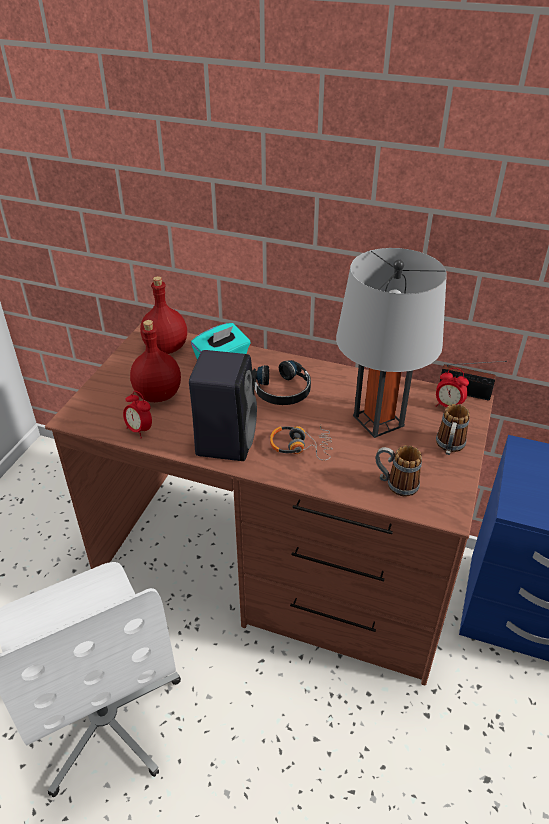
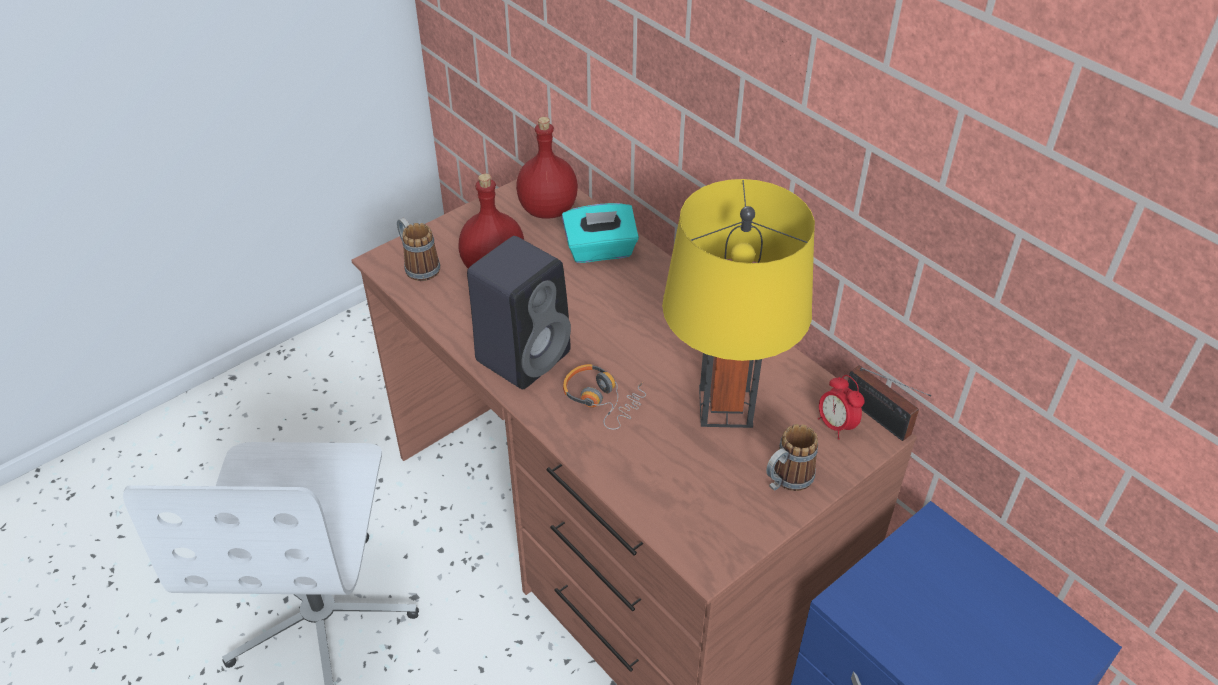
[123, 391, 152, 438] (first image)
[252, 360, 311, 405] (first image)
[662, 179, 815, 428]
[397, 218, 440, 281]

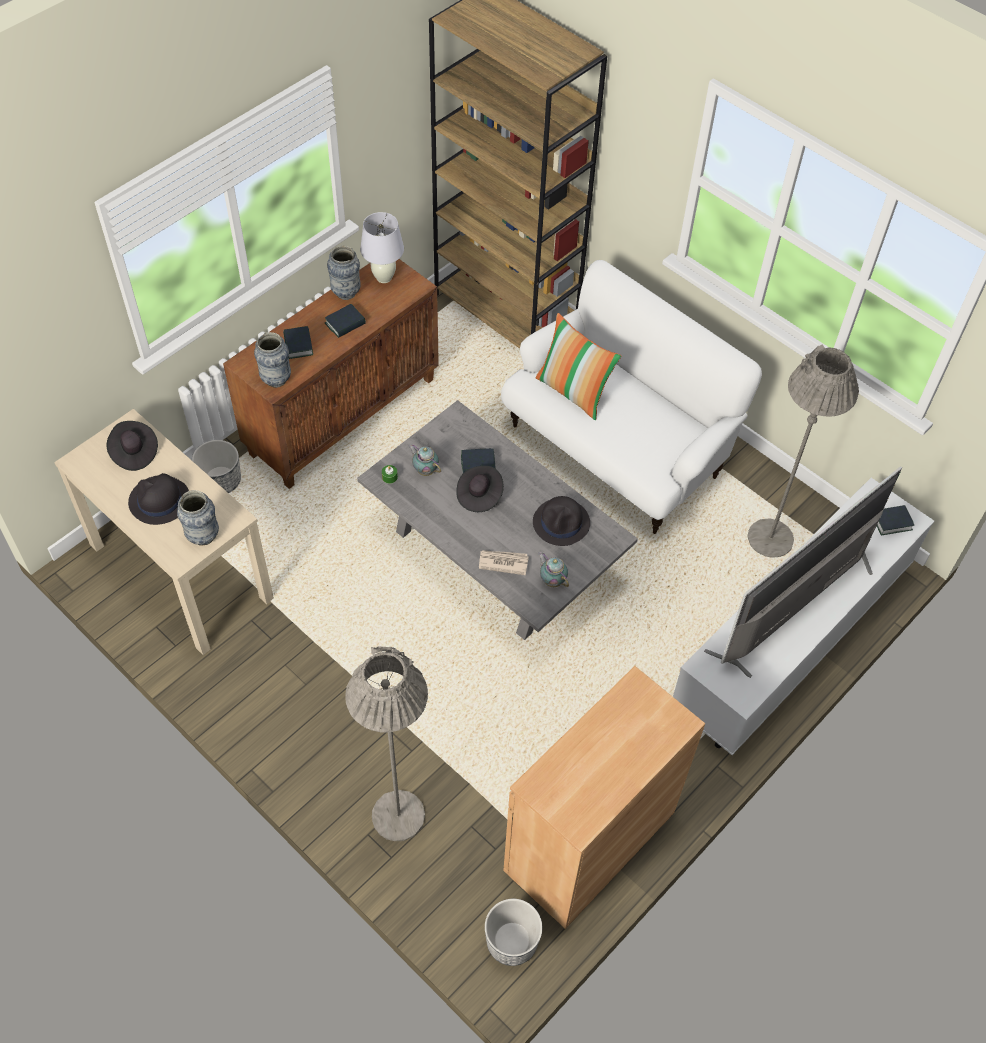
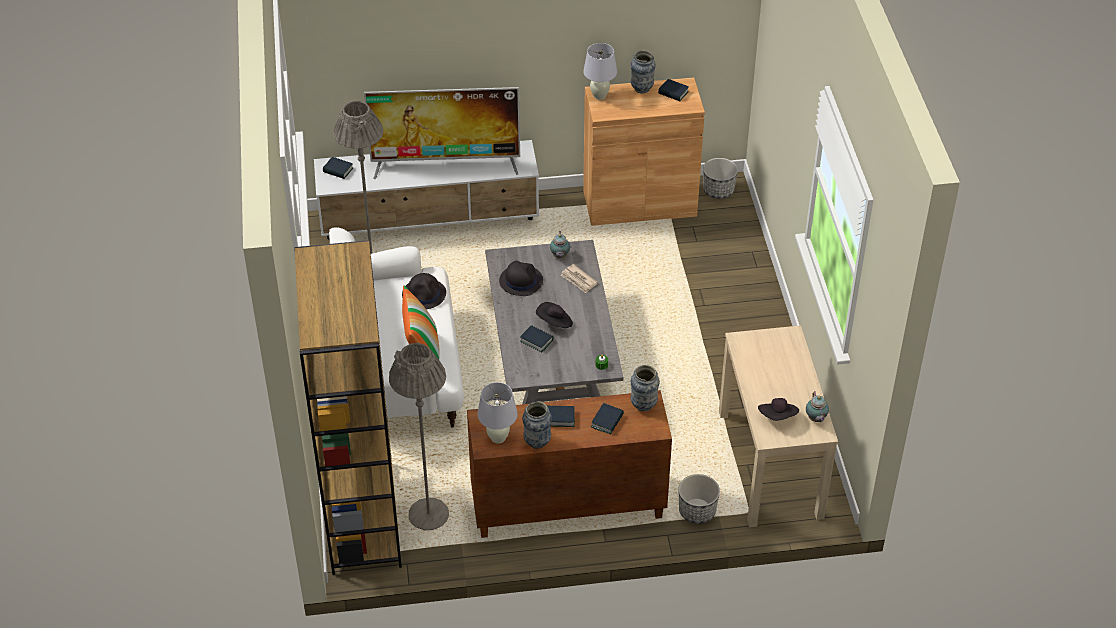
[402, 273, 446, 309]
[631, 50, 656, 94]
[389, 343, 449, 530]
[806, 391, 829, 422]
[583, 43, 617, 100]
[658, 79, 689, 101]

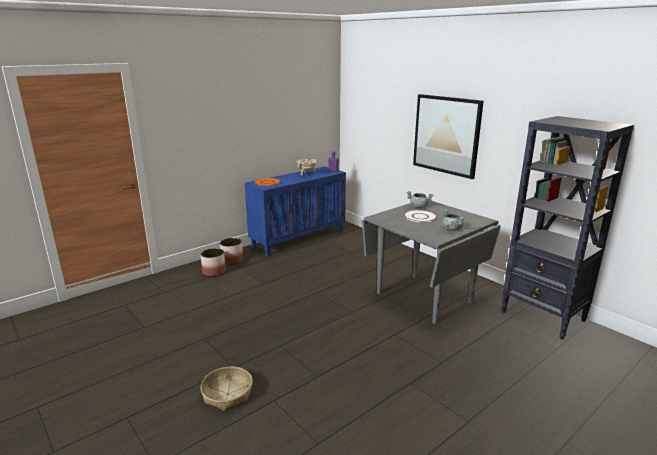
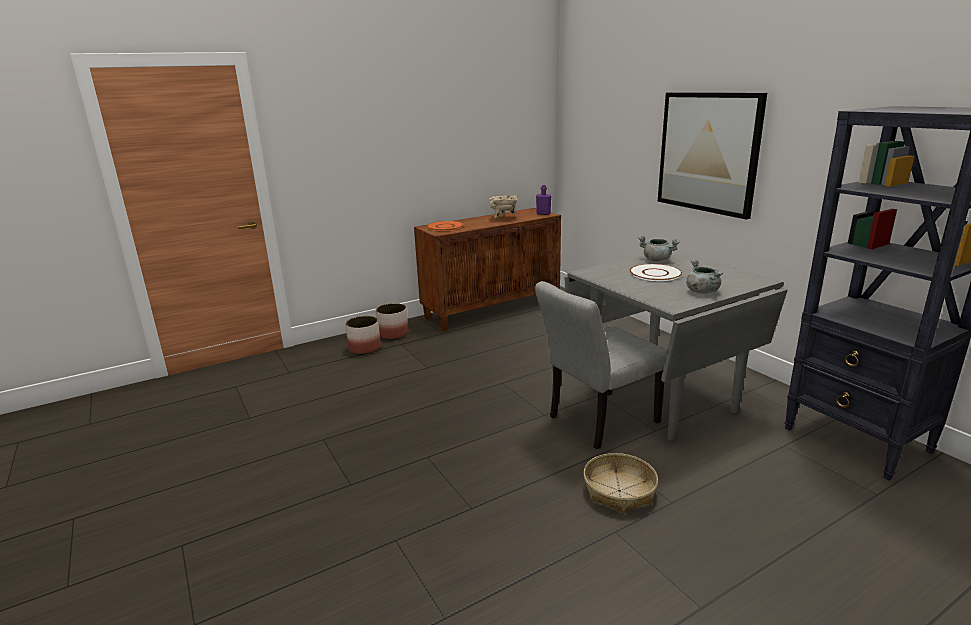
[583, 453, 658, 514]
[414, 208, 561, 331]
[535, 281, 667, 449]

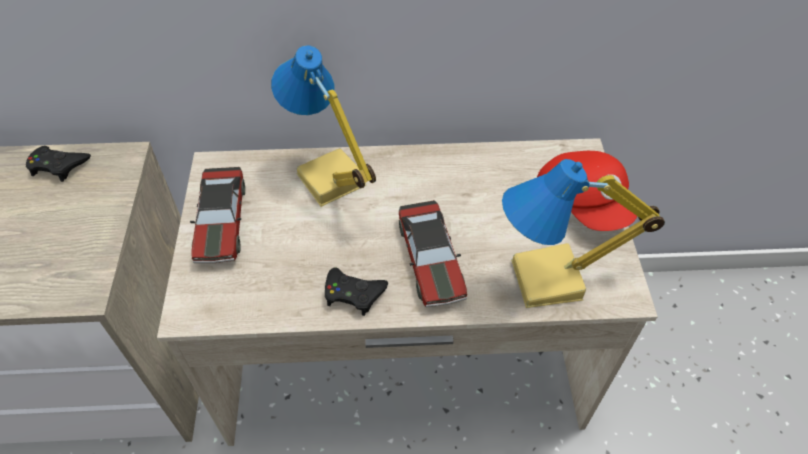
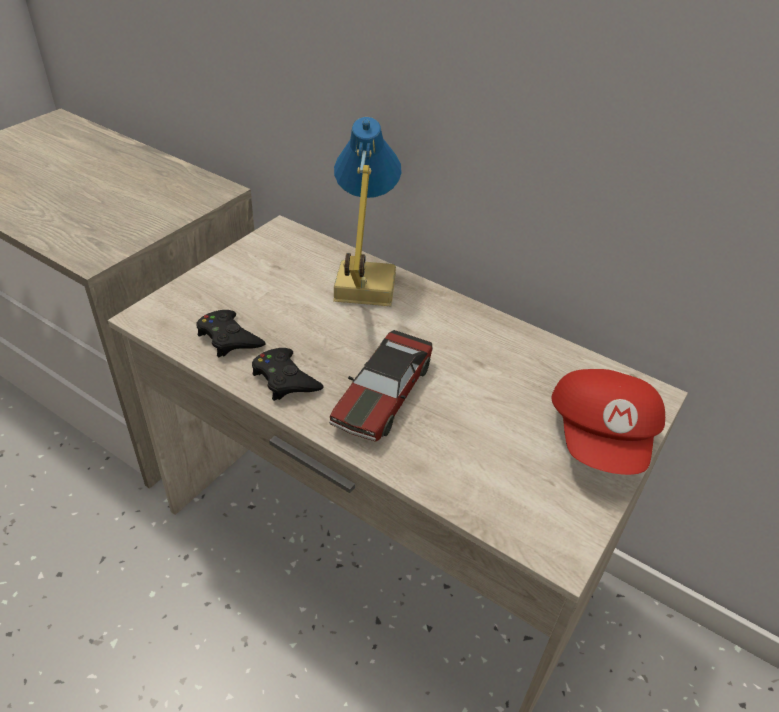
[196, 310, 266, 357]
[190, 167, 245, 263] (first image)
[502, 159, 665, 308] (first image)

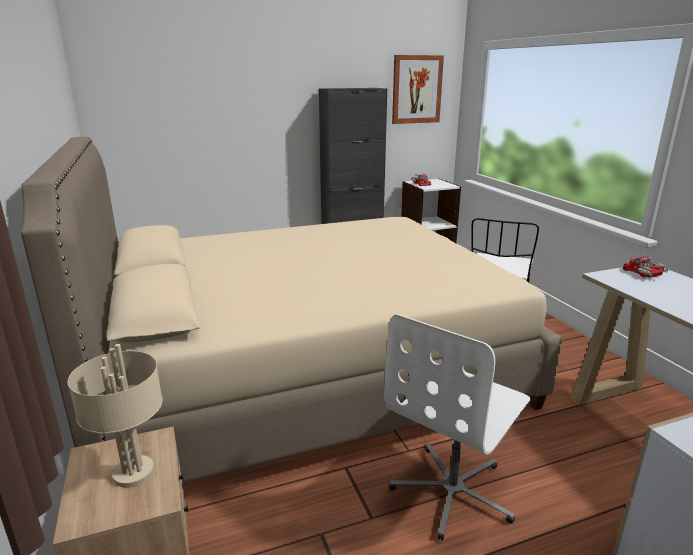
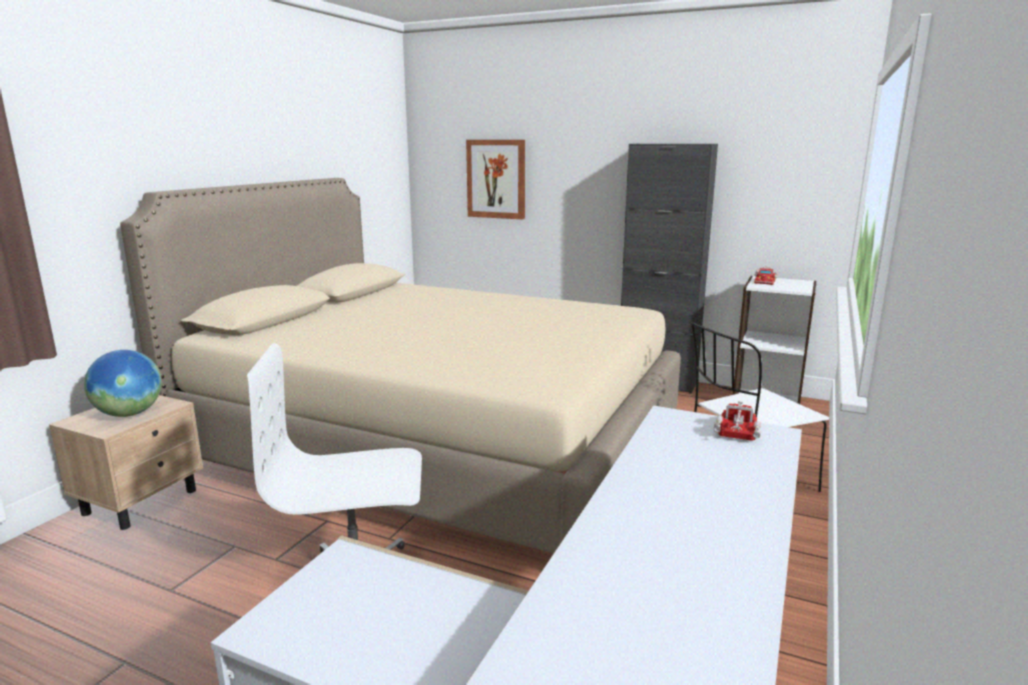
[84, 350, 162, 417]
[466, 140, 525, 220]

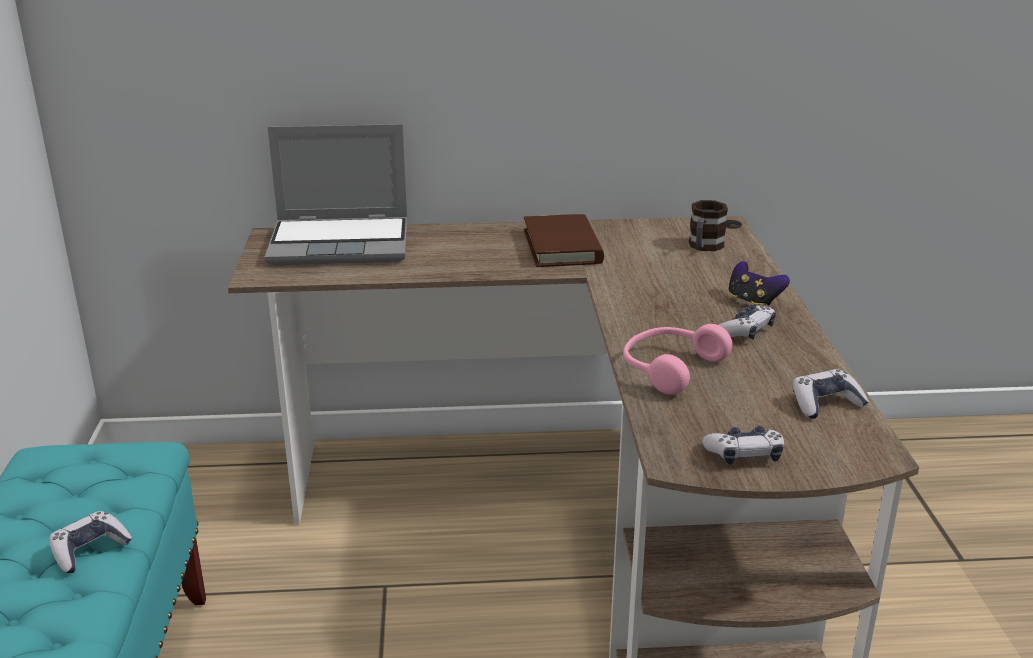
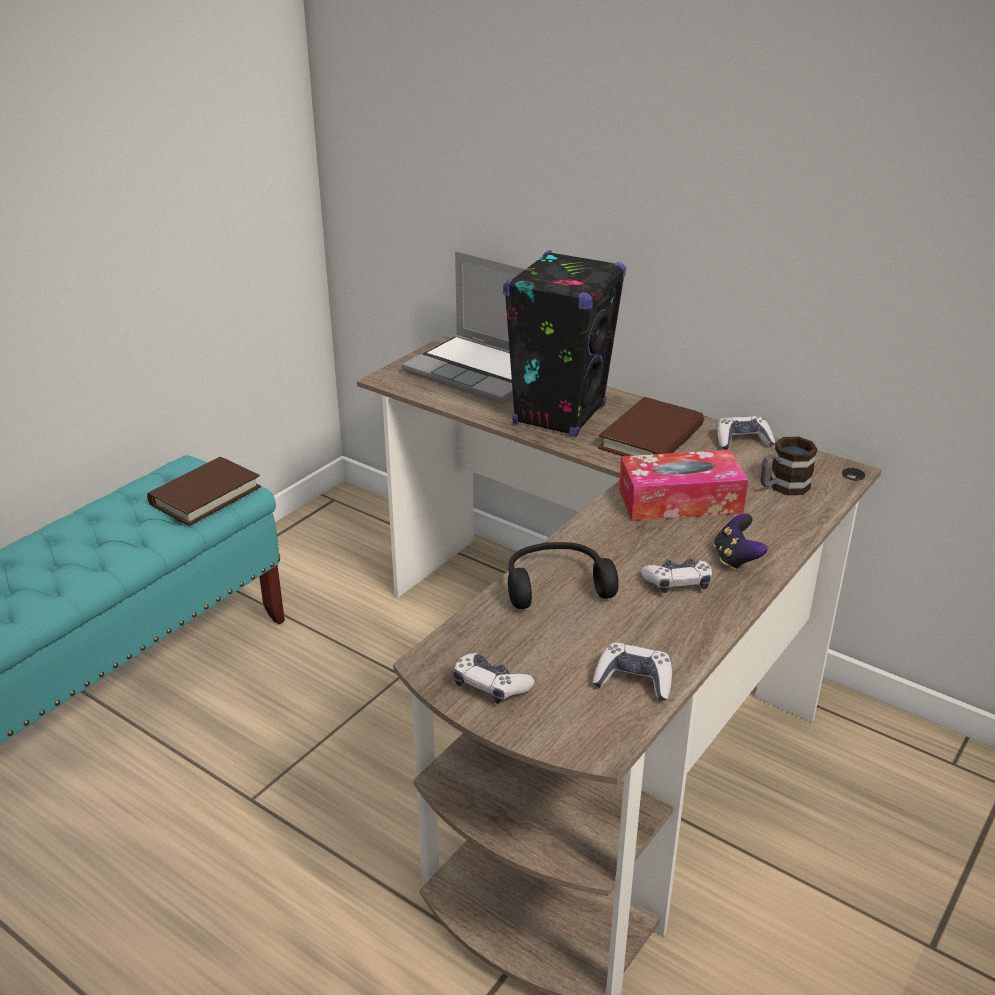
[718, 416, 775, 450]
[508, 542, 619, 609]
[147, 457, 261, 526]
[503, 250, 626, 437]
[619, 450, 748, 521]

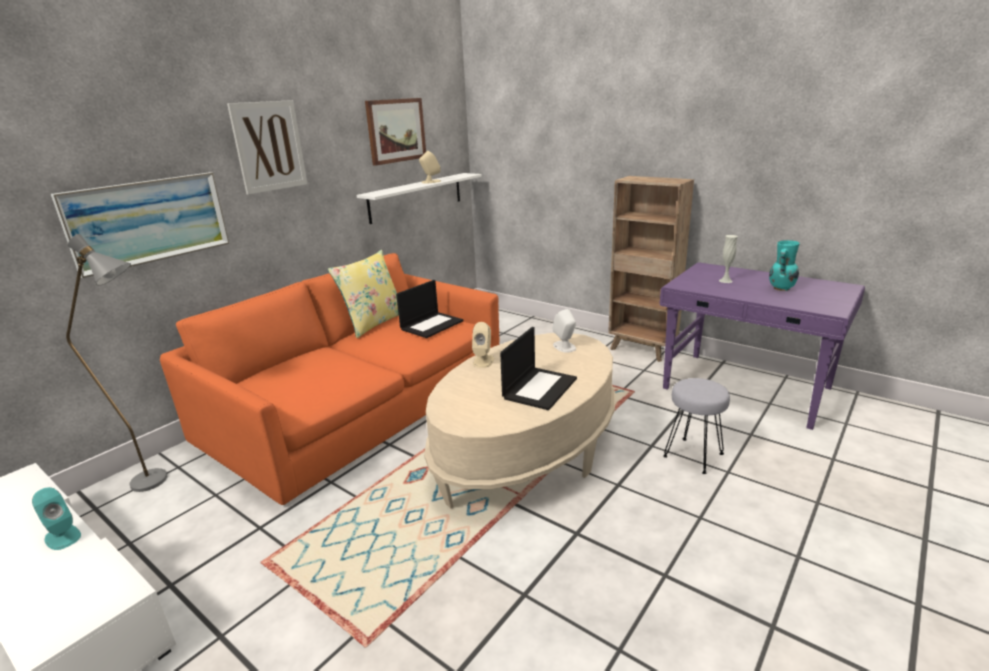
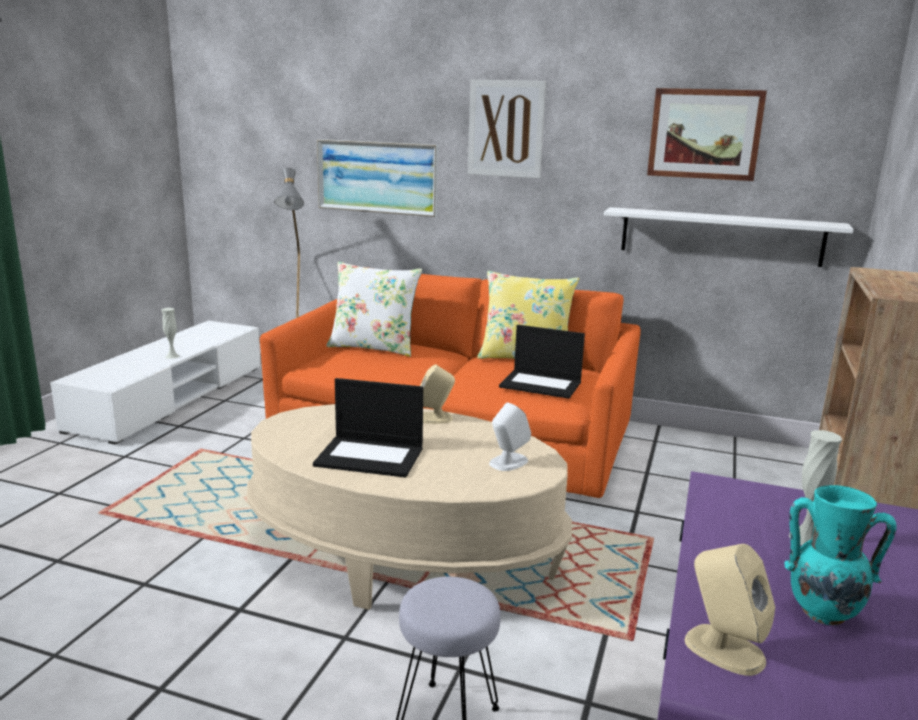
[162, 308, 180, 359]
[685, 544, 775, 676]
[326, 262, 422, 357]

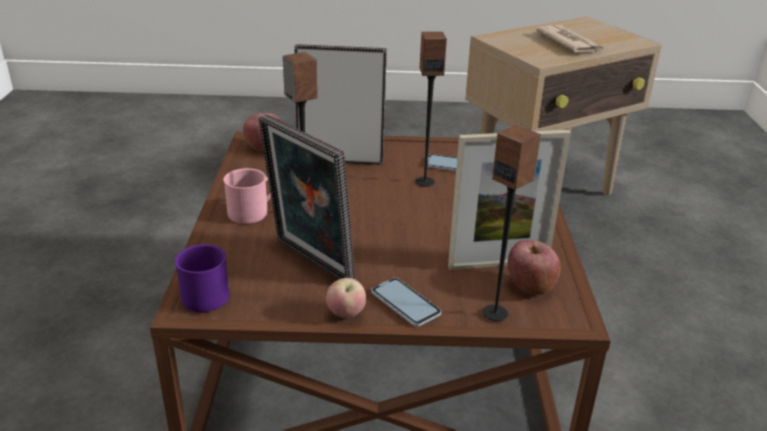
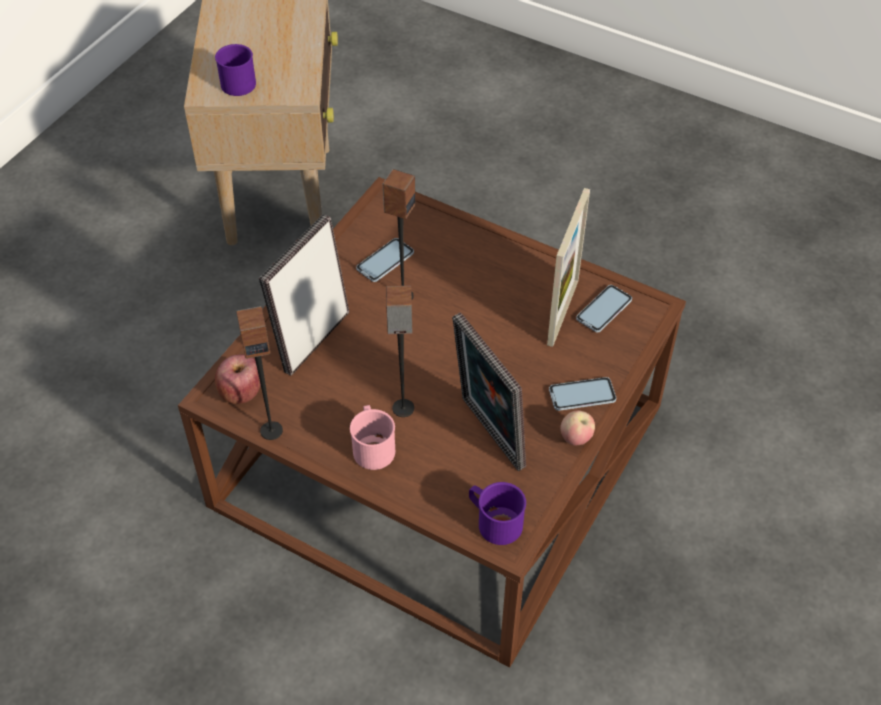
[452, 312, 526, 471]
[236, 306, 283, 440]
[576, 285, 632, 332]
[536, 25, 605, 52] (first image)
[215, 44, 256, 96]

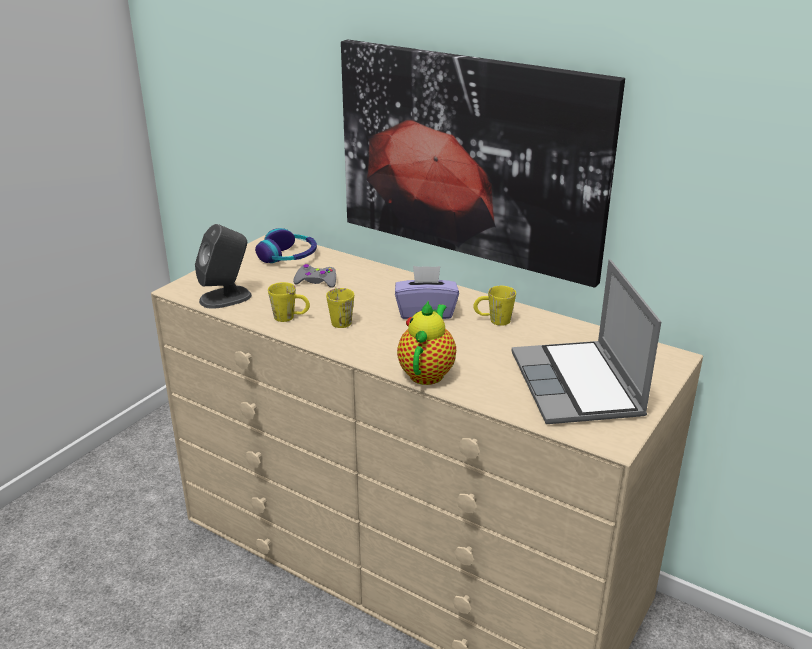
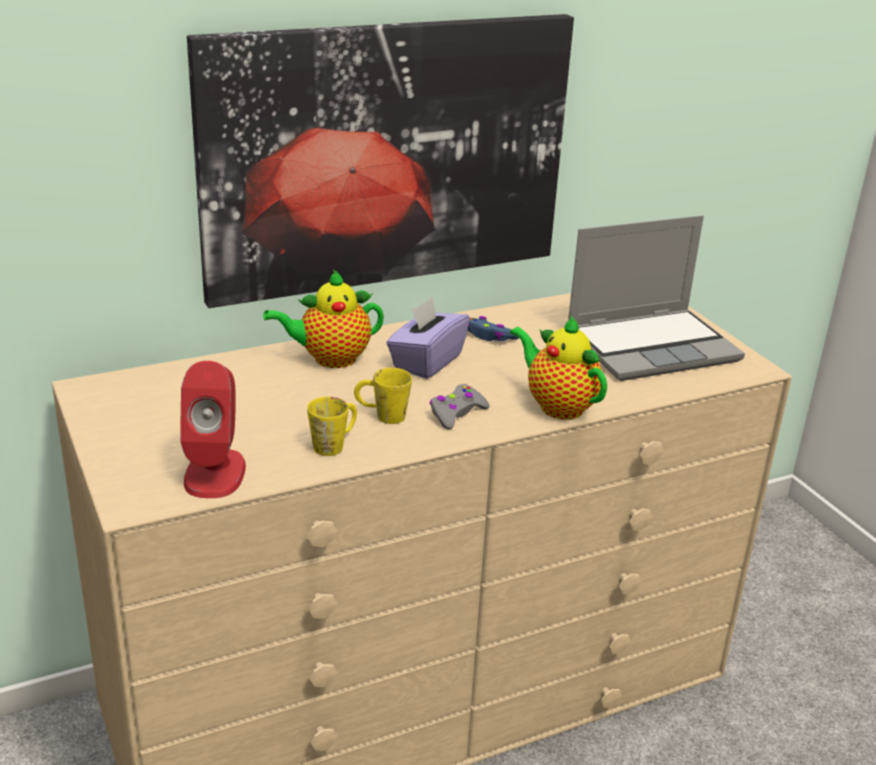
[180, 361, 246, 498]
[255, 228, 317, 263] (first image)
[429, 384, 490, 429]
[467, 316, 519, 341]
[568, 215, 745, 381]
[263, 270, 384, 368]

